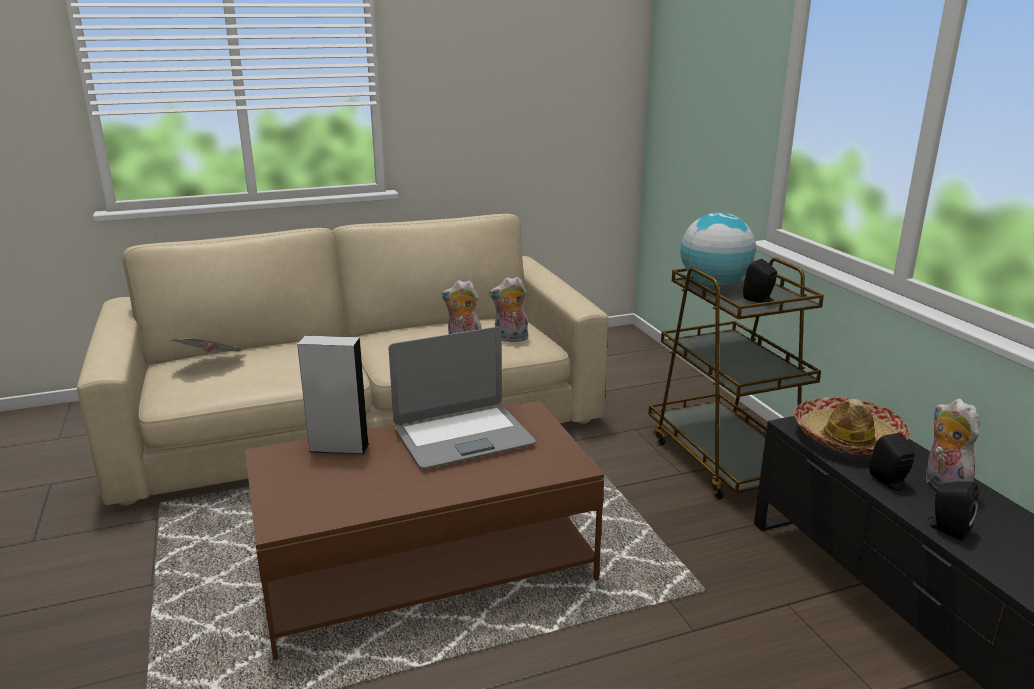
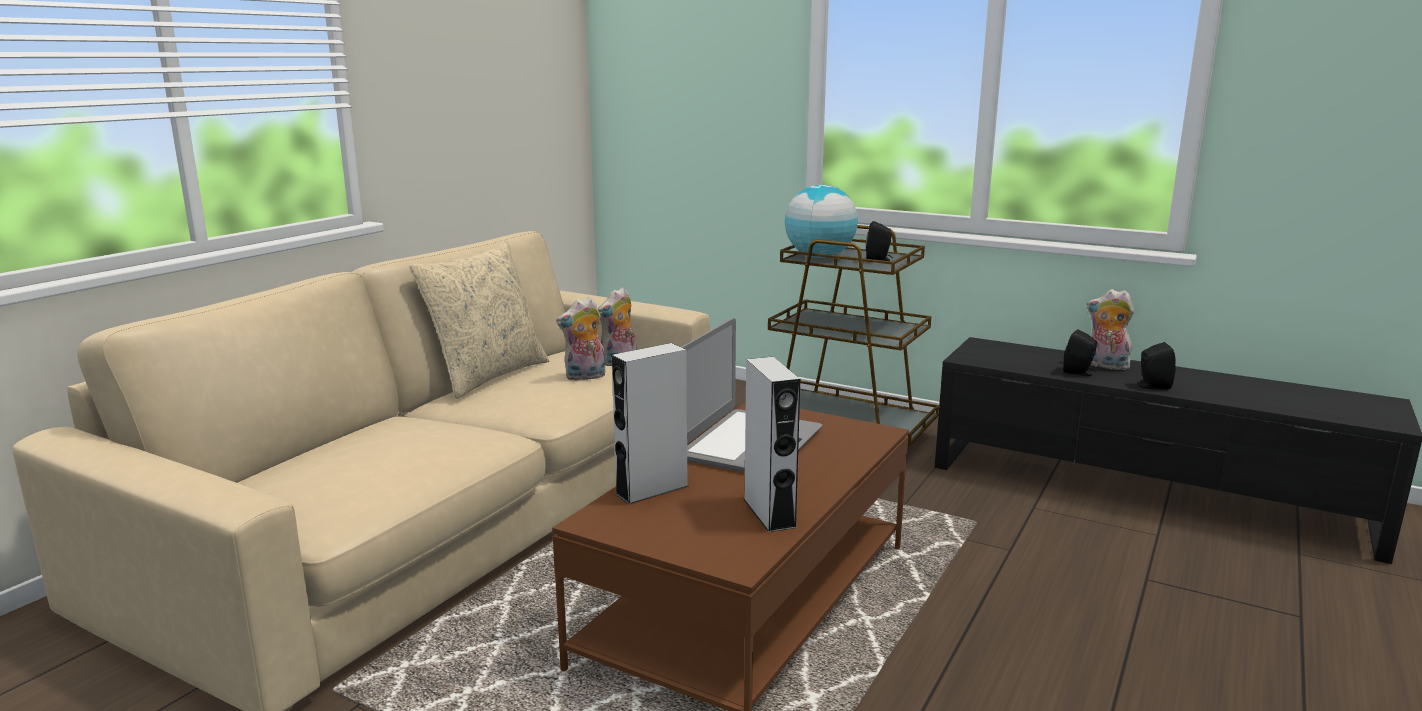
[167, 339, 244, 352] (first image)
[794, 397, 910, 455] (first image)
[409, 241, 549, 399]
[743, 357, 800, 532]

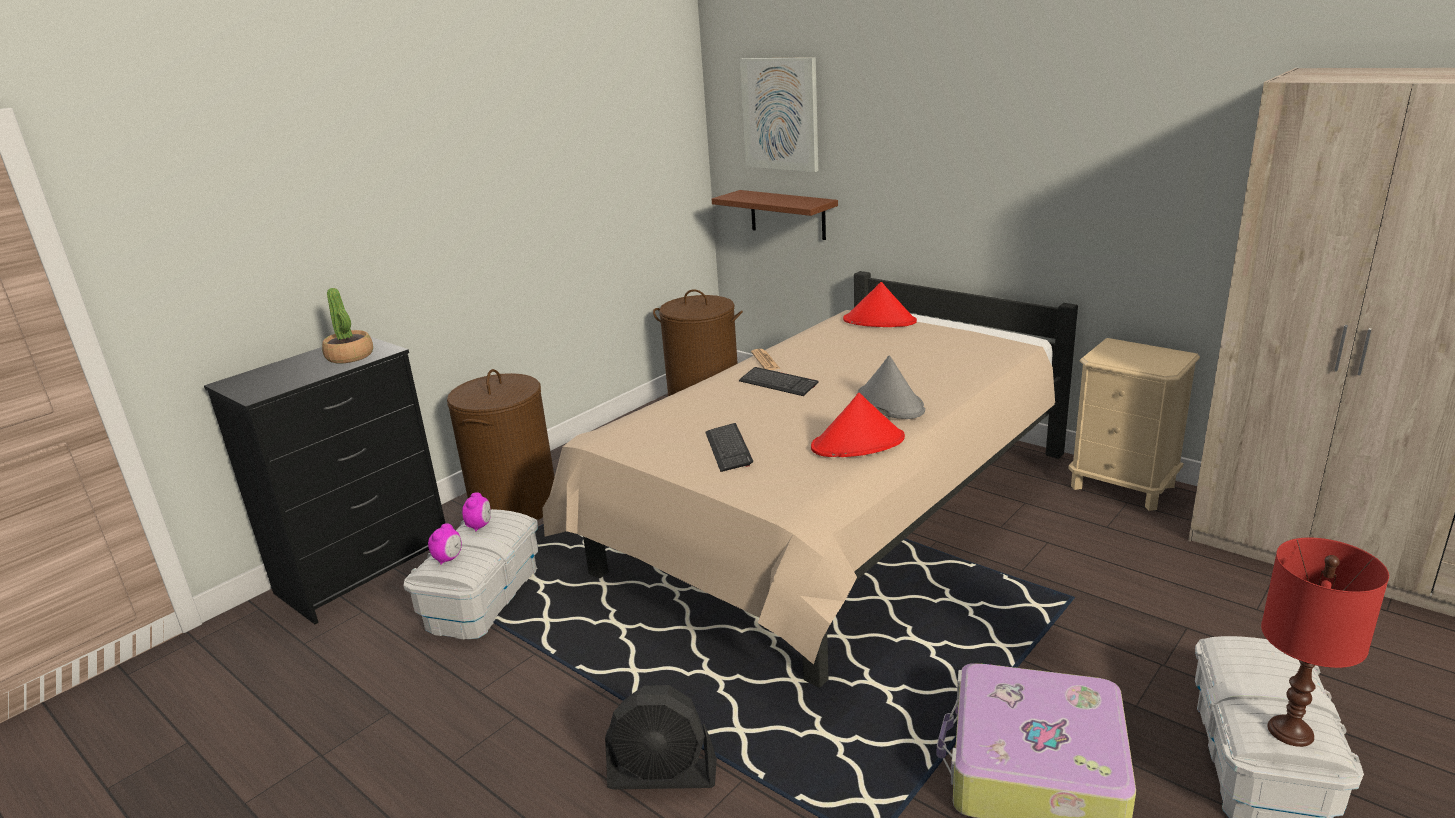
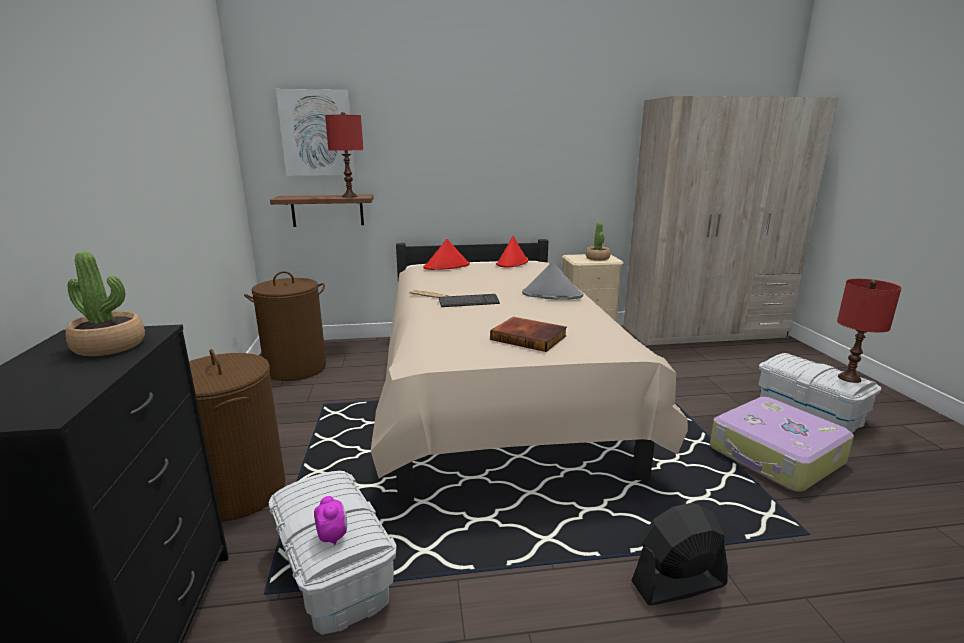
[462, 492, 491, 532] (first image)
[631, 503, 728, 606]
[490, 317, 567, 352]
[496, 236, 528, 267]
[325, 112, 363, 198]
[586, 222, 610, 261]

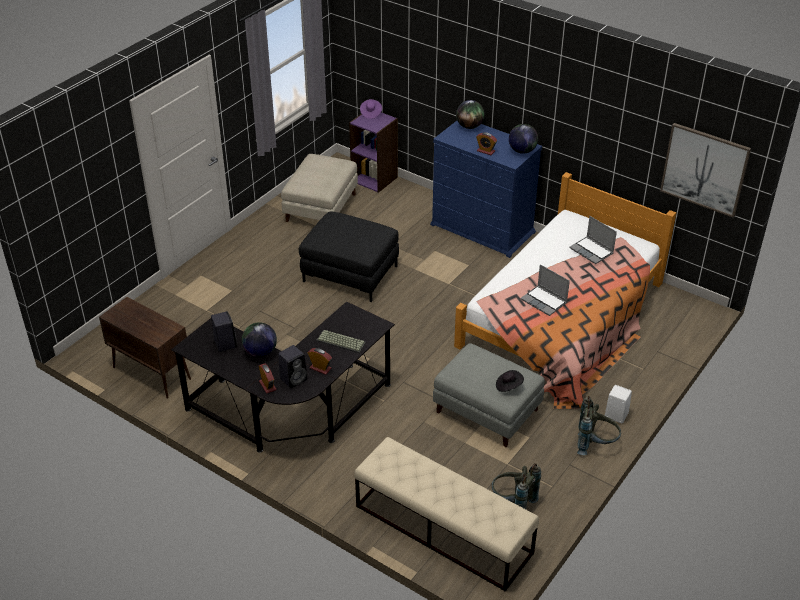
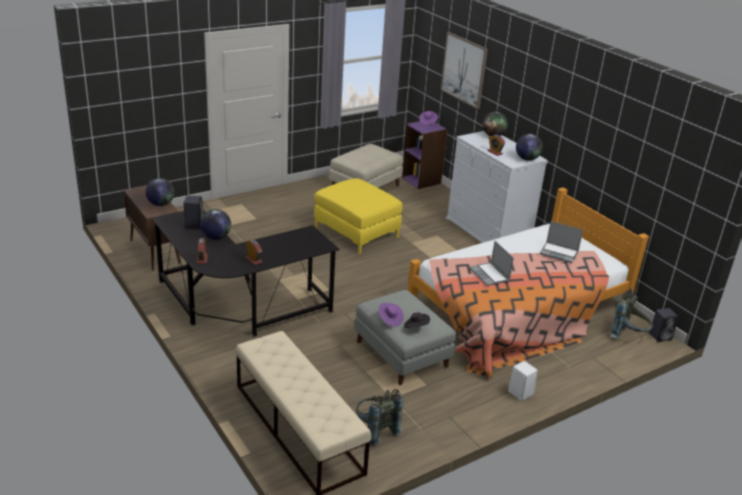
[649, 308, 678, 342]
[314, 178, 402, 254]
[316, 330, 366, 353] (first image)
[446, 131, 548, 243]
[540, 221, 583, 263]
[610, 288, 653, 338]
[441, 32, 488, 109]
[146, 178, 175, 206]
[379, 303, 404, 327]

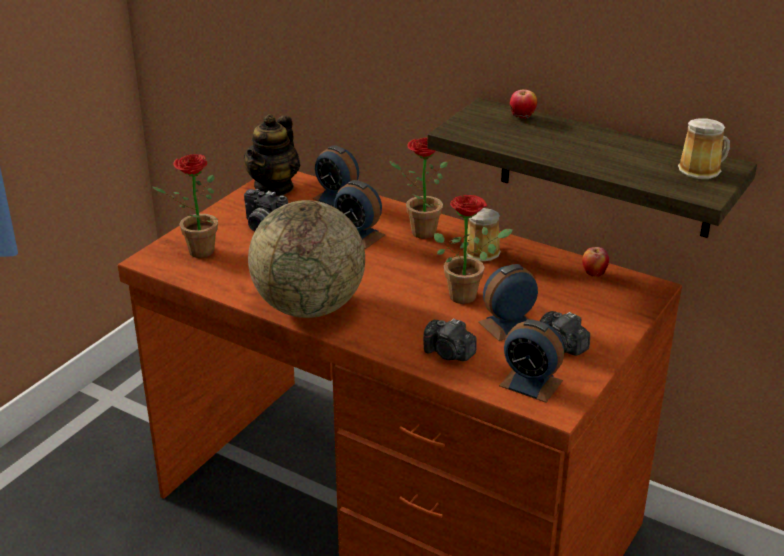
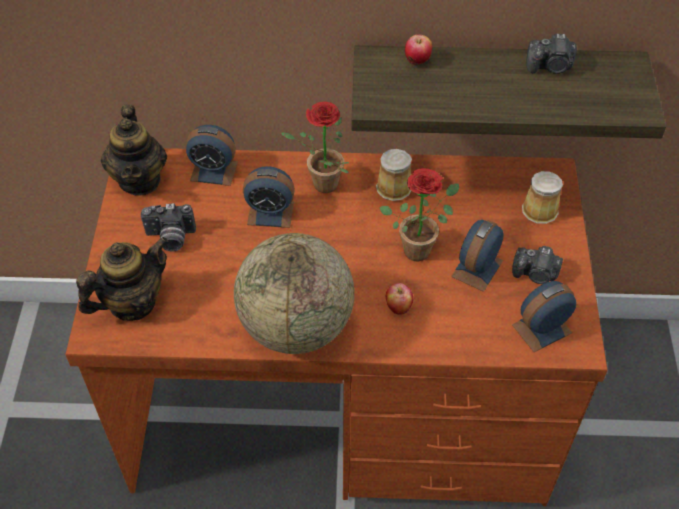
[76, 237, 168, 321]
[526, 34, 577, 74]
[512, 281, 576, 352]
[386, 283, 413, 315]
[522, 171, 563, 224]

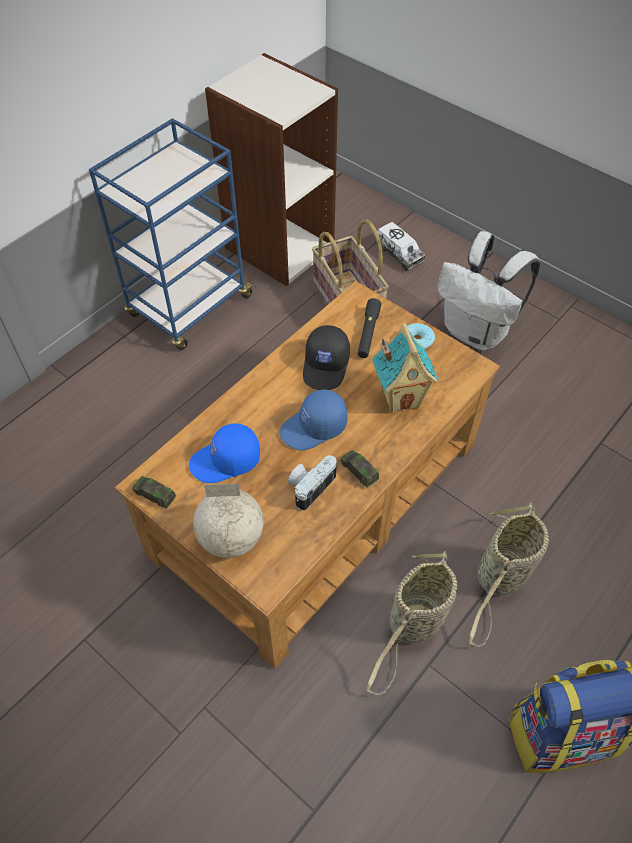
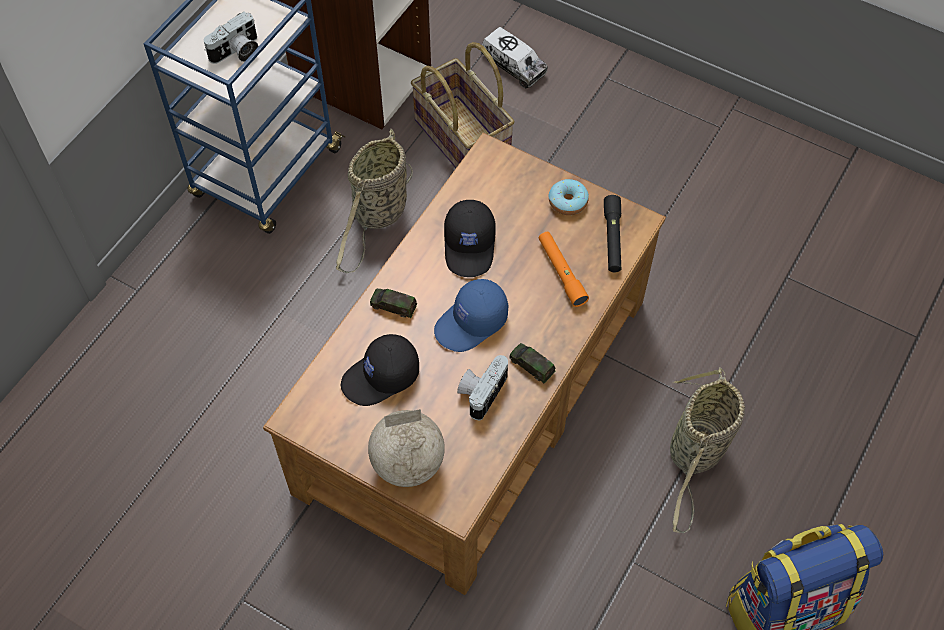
[370, 288, 417, 318]
[341, 334, 419, 406]
[604, 195, 621, 272]
[336, 129, 413, 273]
[539, 232, 589, 307]
[437, 231, 540, 351] (first image)
[204, 12, 258, 64]

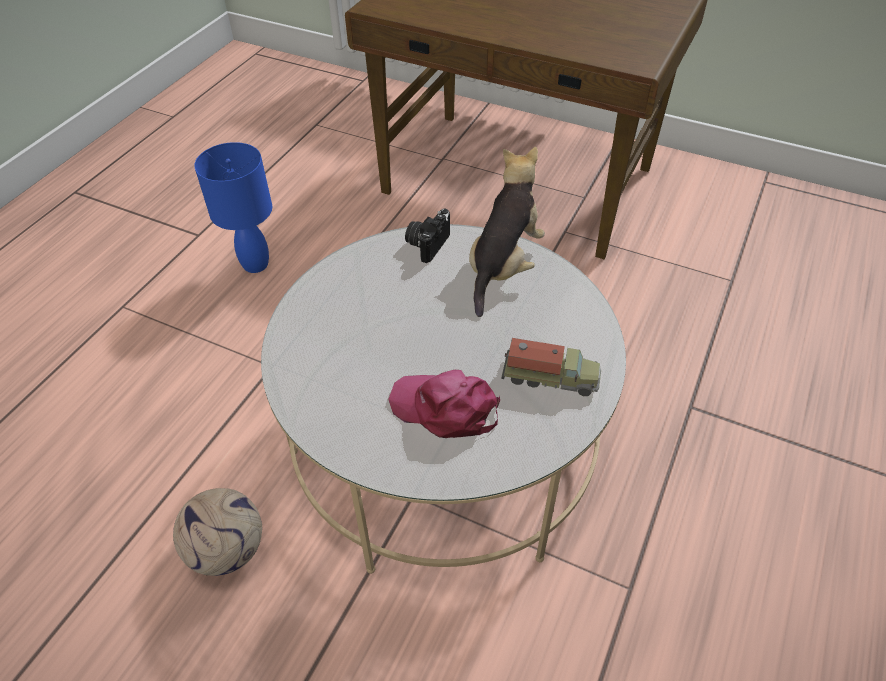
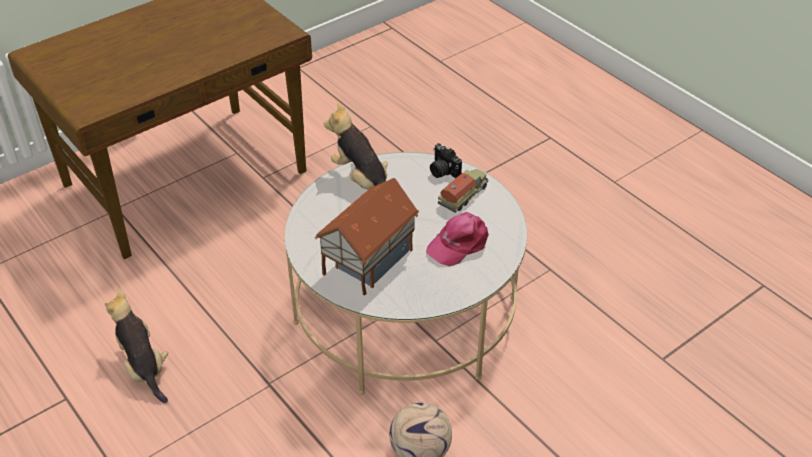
[105, 289, 168, 403]
[430, 143, 462, 178]
[314, 178, 419, 295]

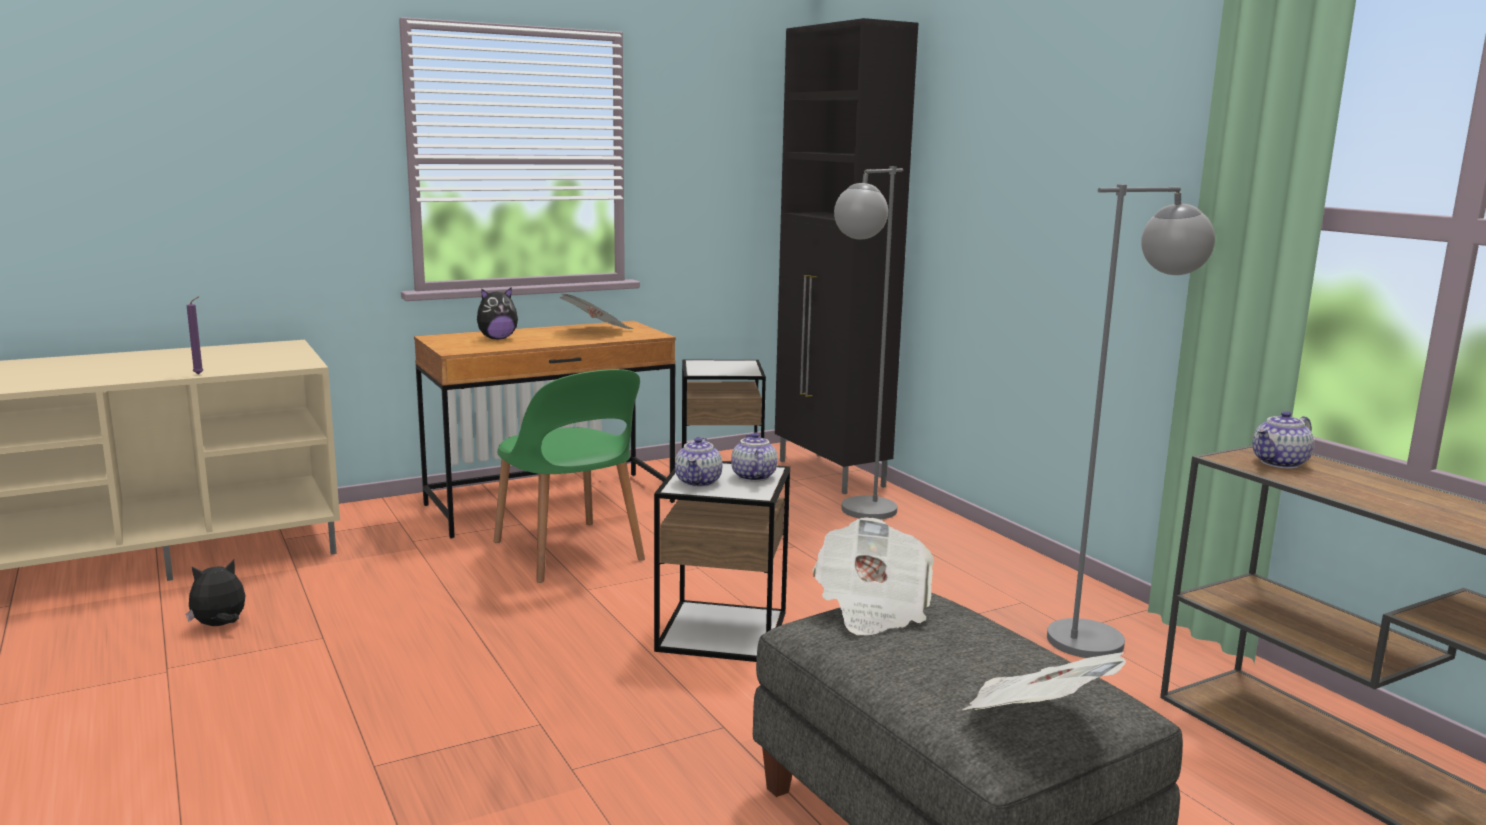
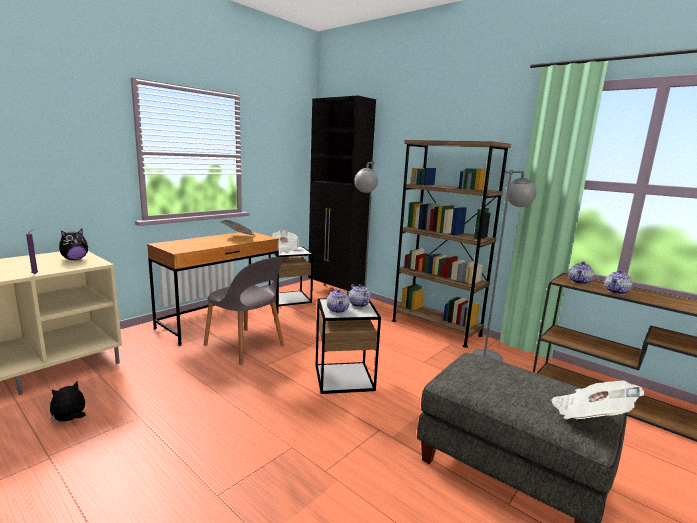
[59, 229, 88, 260]
[204, 257, 284, 365]
[272, 230, 299, 253]
[392, 140, 511, 348]
[605, 270, 633, 295]

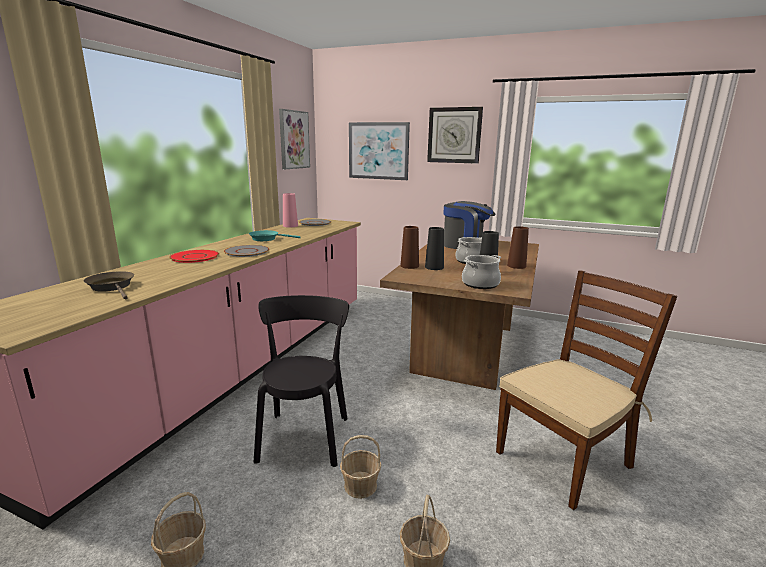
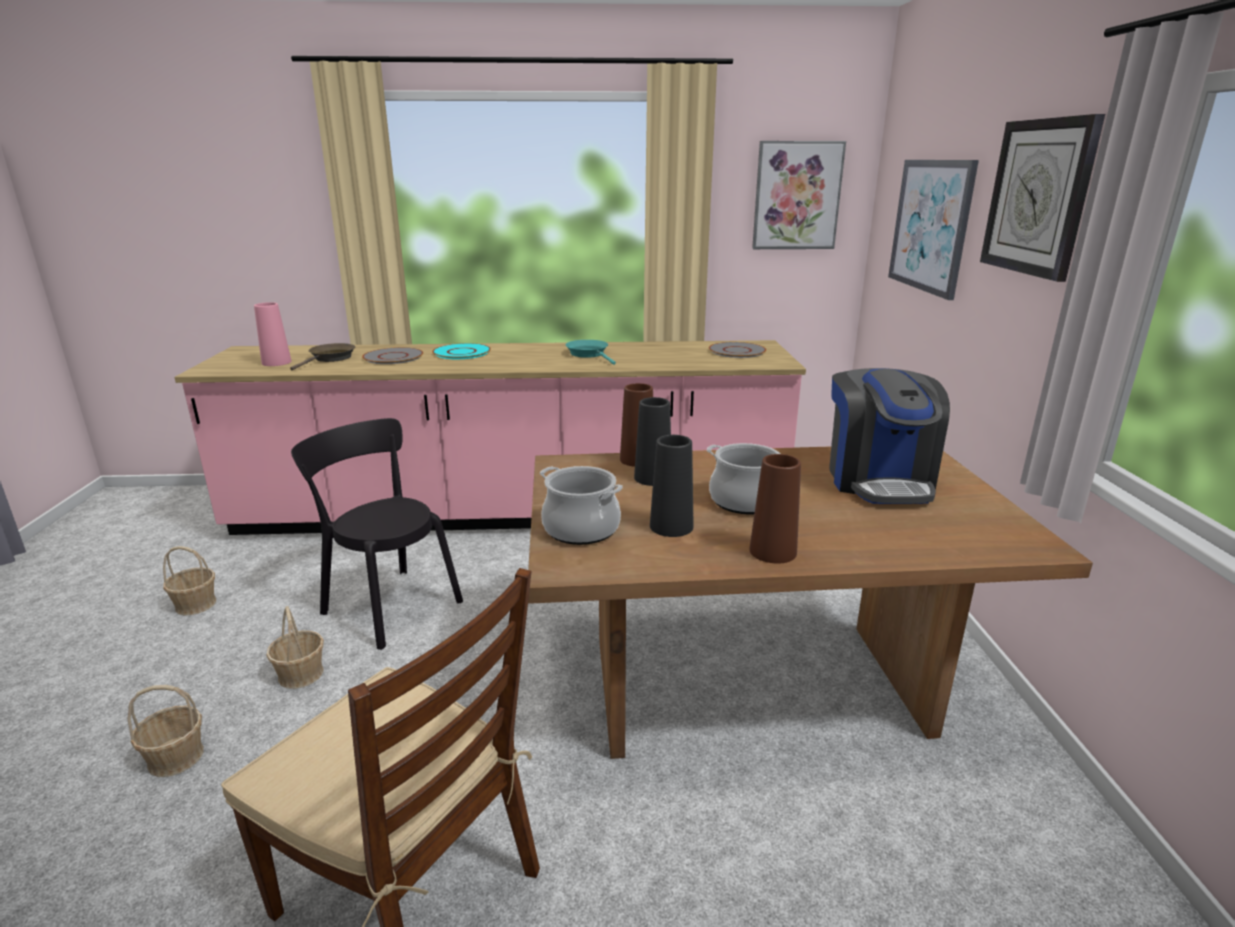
[432, 343, 491, 359]
[362, 347, 423, 364]
[291, 418, 463, 650]
[254, 302, 292, 366]

